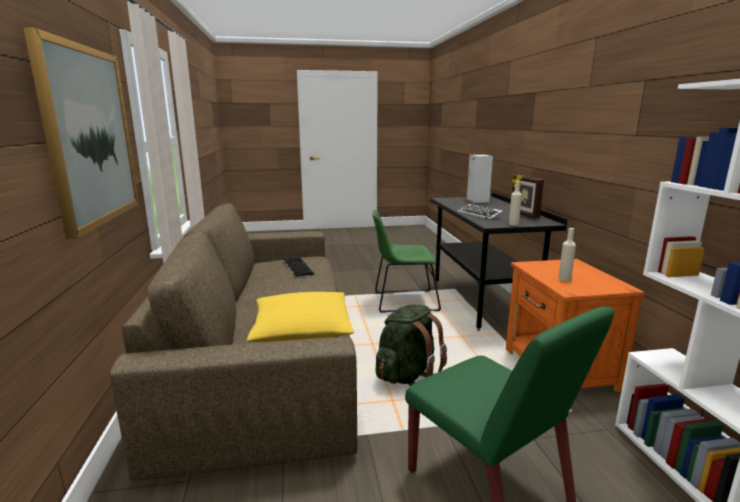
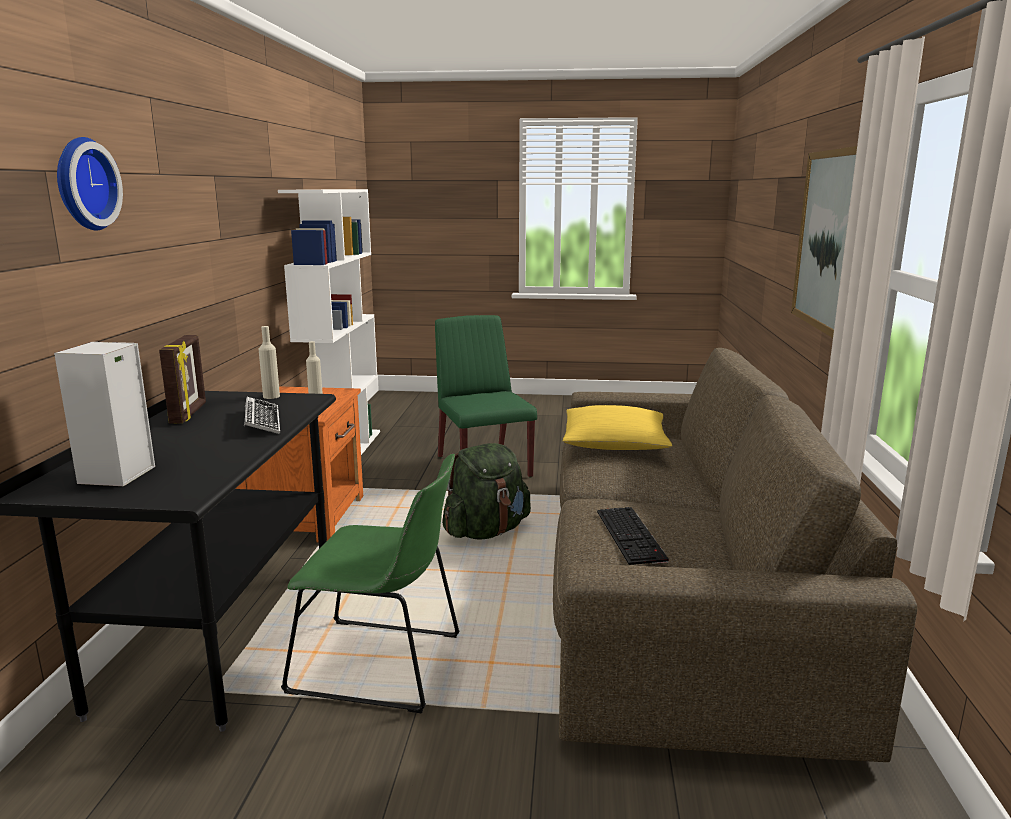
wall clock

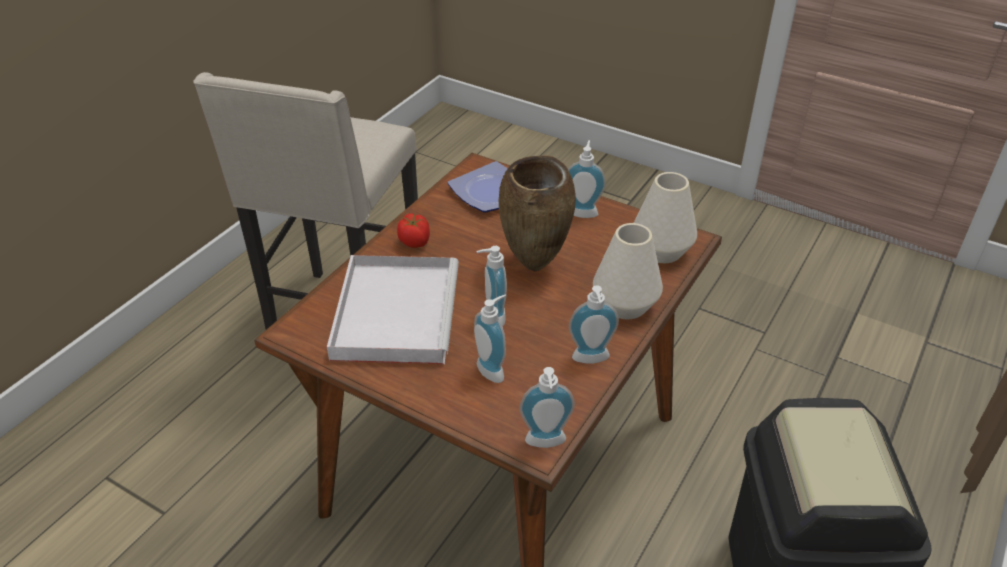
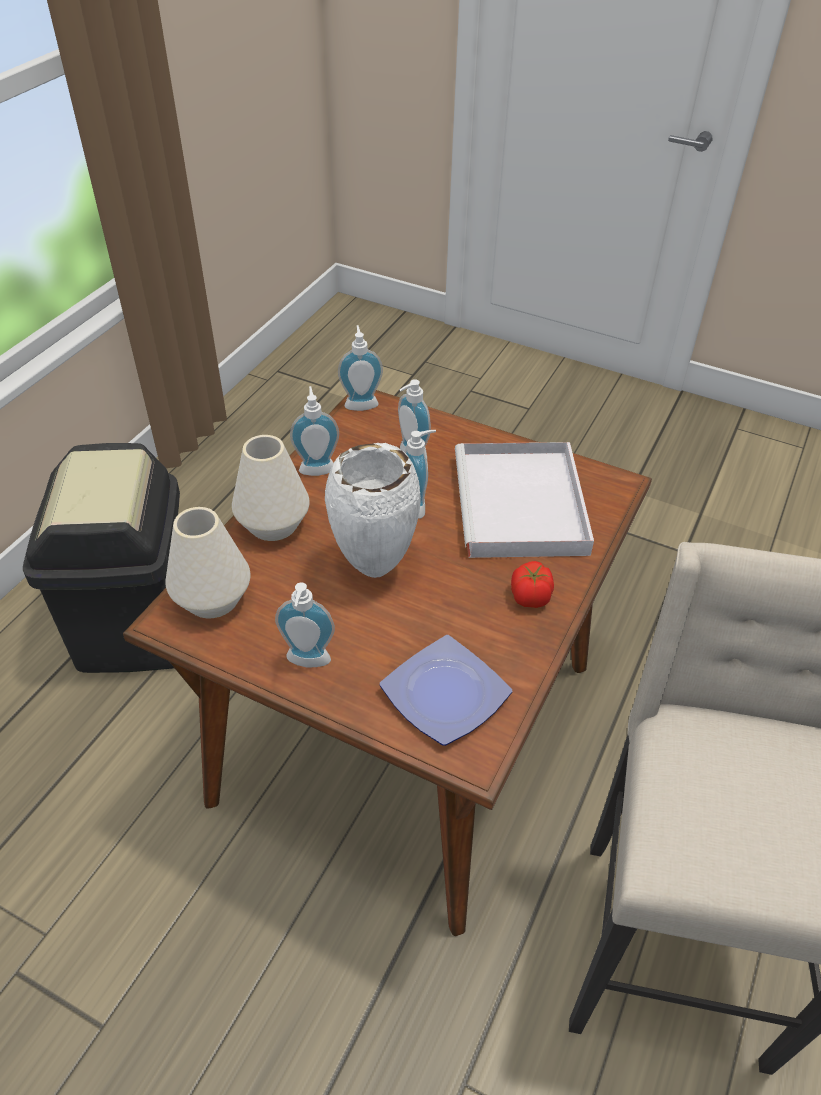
white vase (3rd from left)

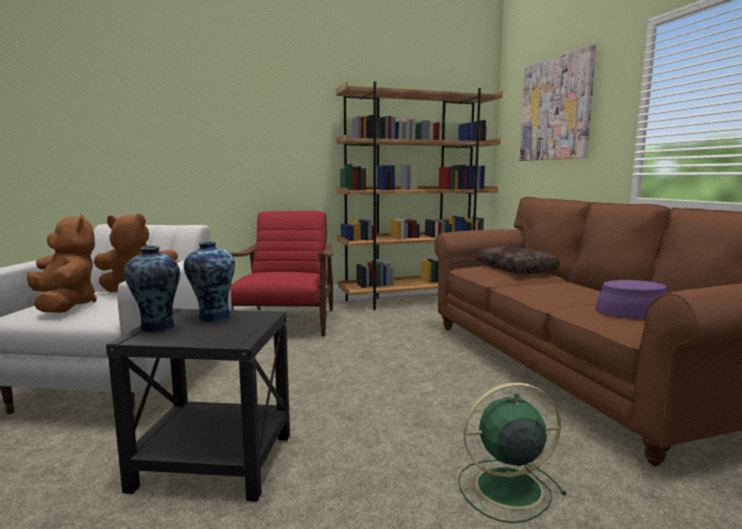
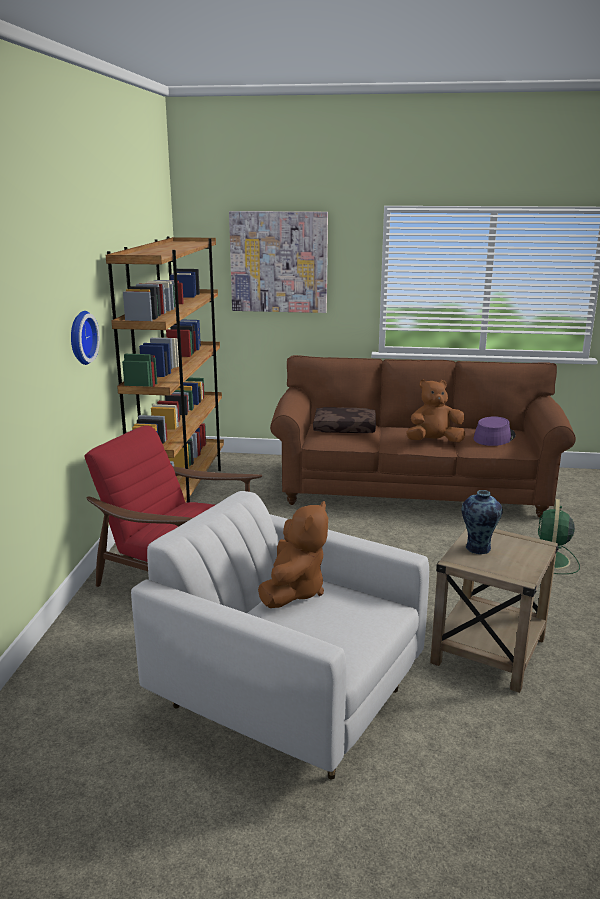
brown plush toy (2nd from left); beige side table; vase (1st from left in the first image); wall clock

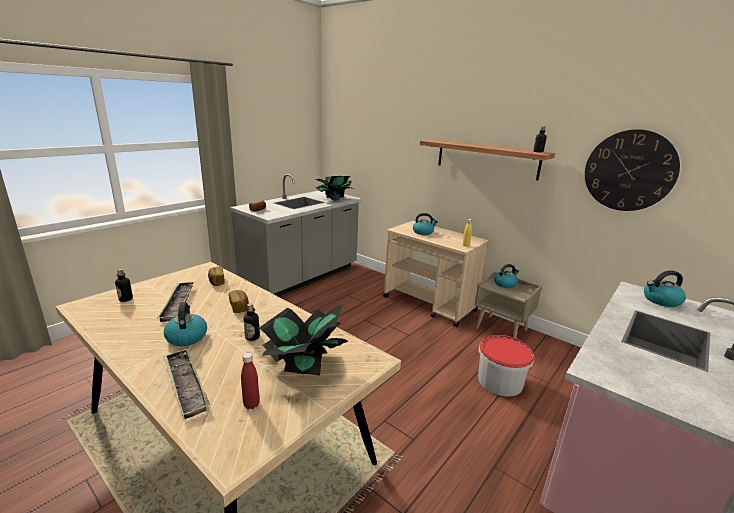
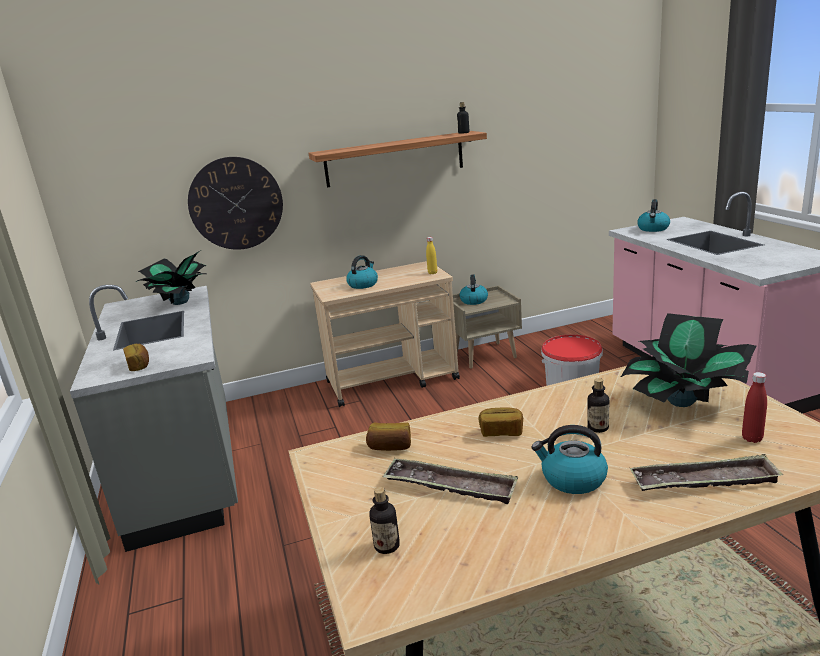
wall clock

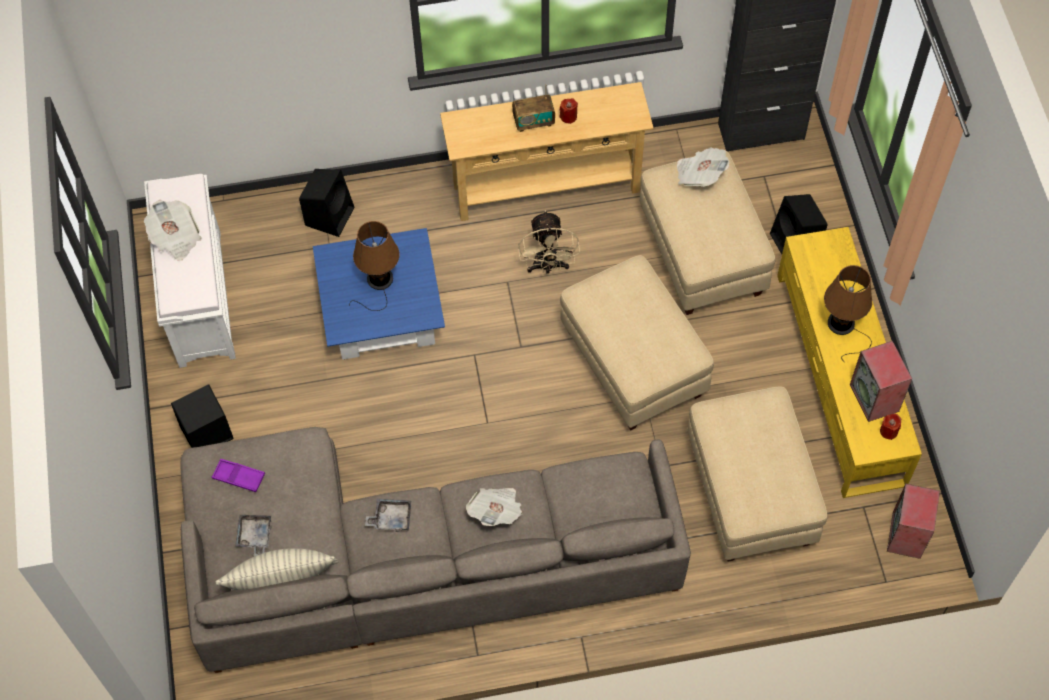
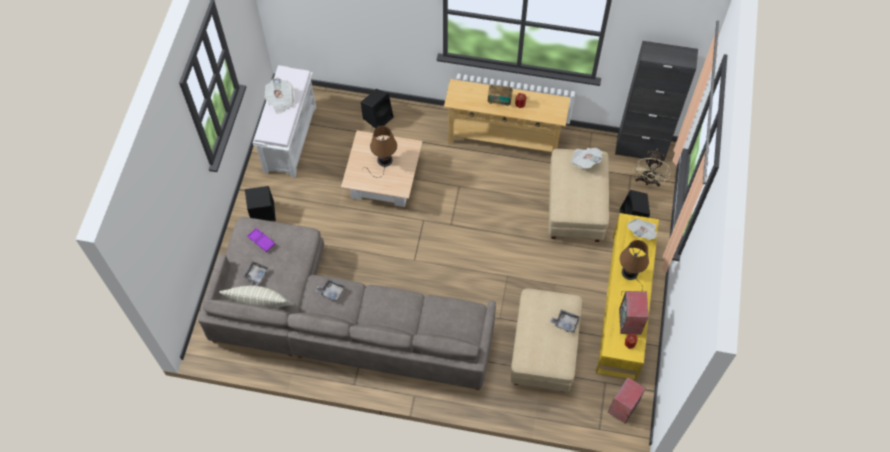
beige coffee table; newspaper (3rd from left); beige fan; beige ottoman (1st from left in the first image); grey tray (3rd from left)

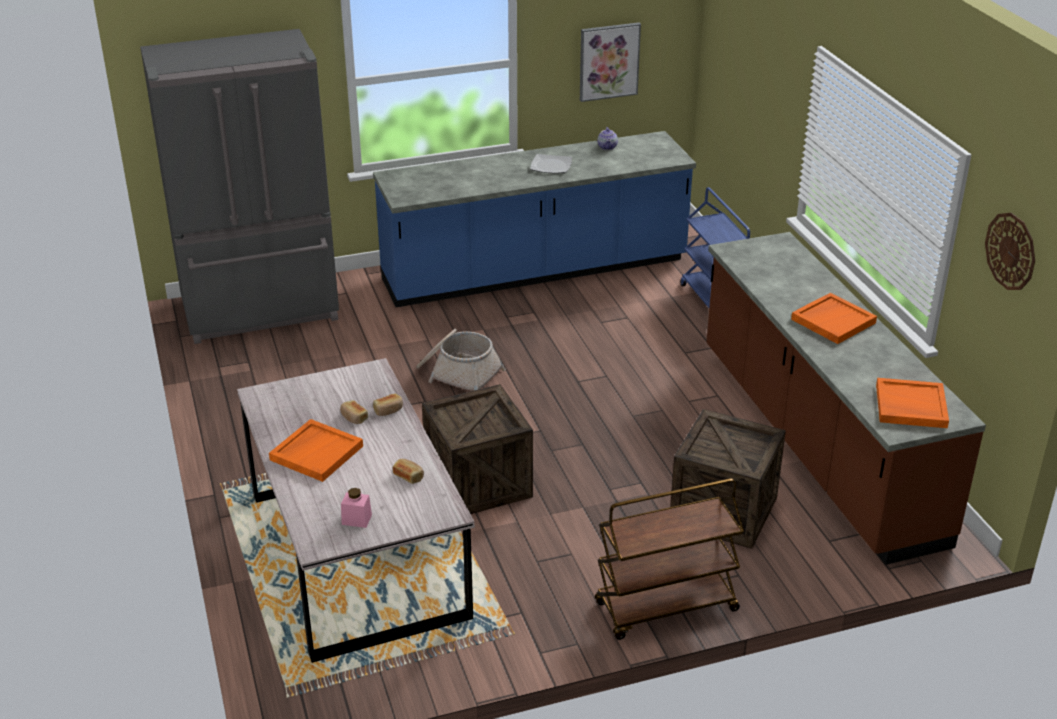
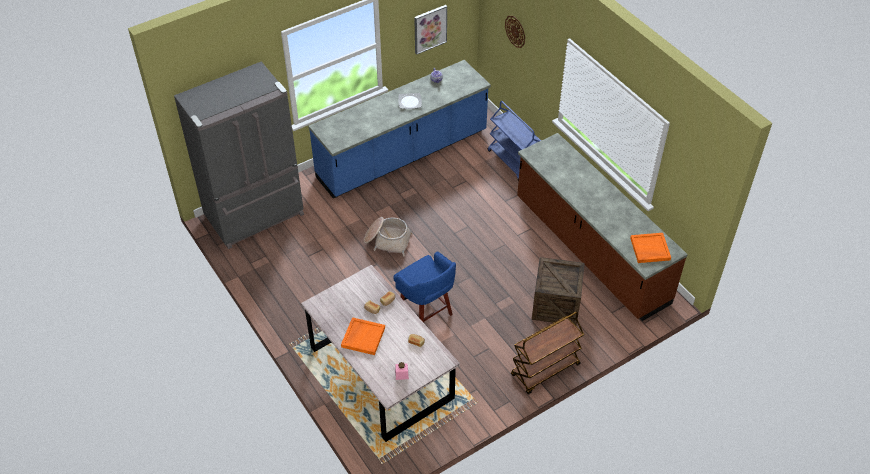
blue stool; orange tray (2nd from left in the first image); wall clock

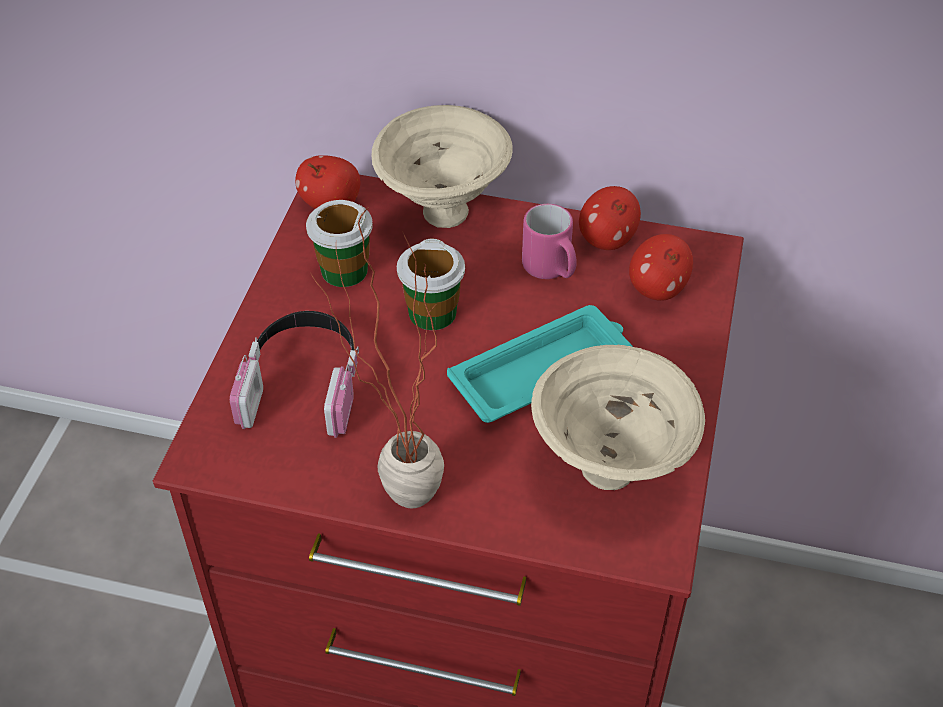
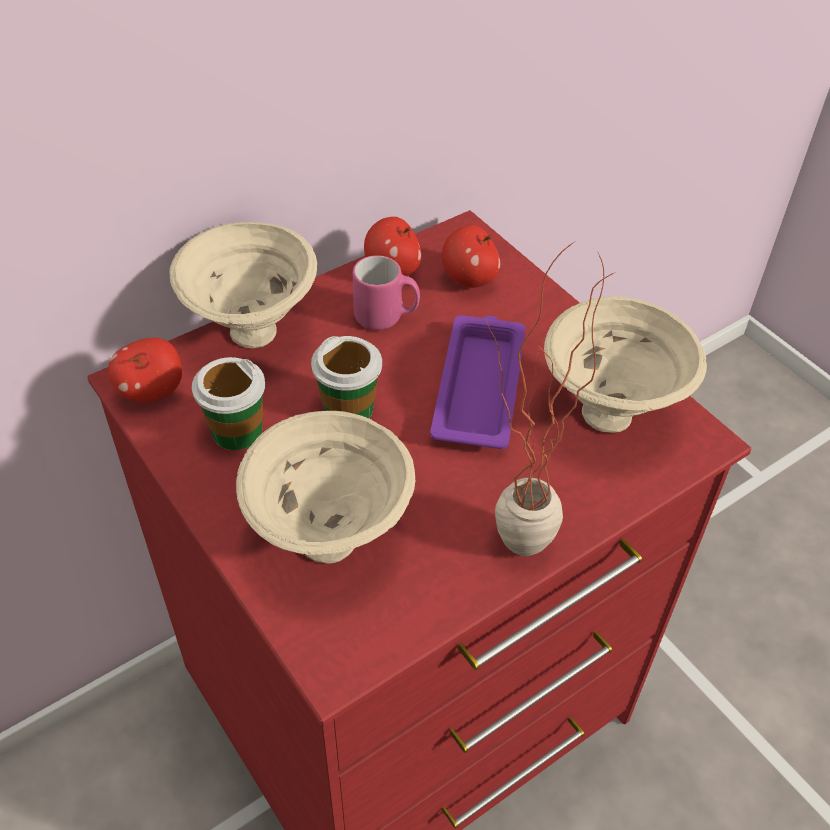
beige bowl (2nd from left); purple tray

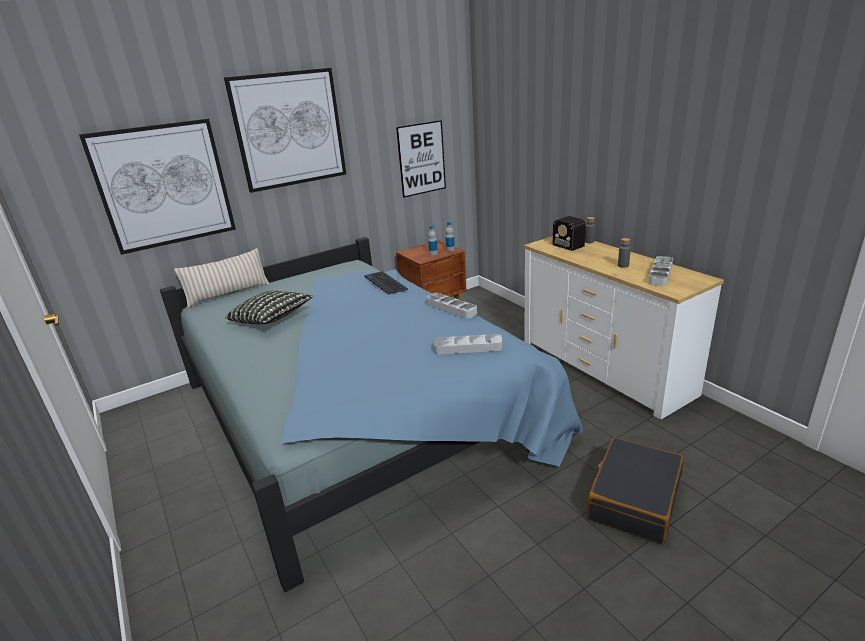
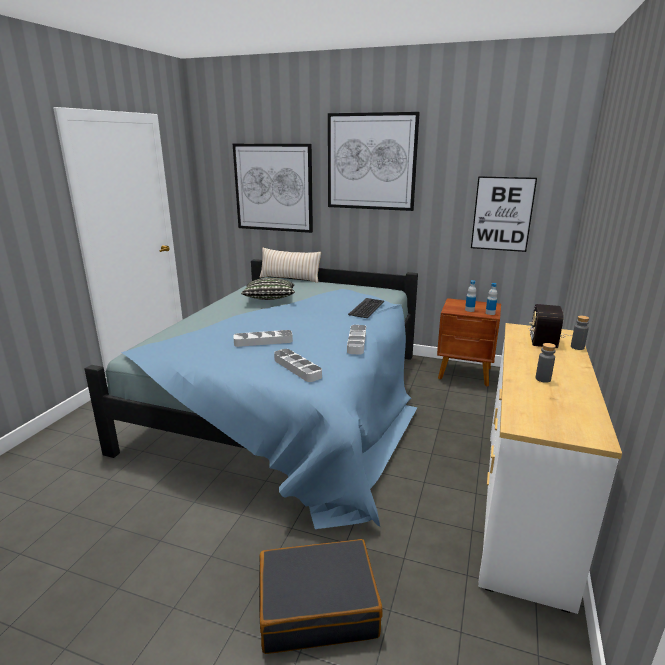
grey tray (1st from left)

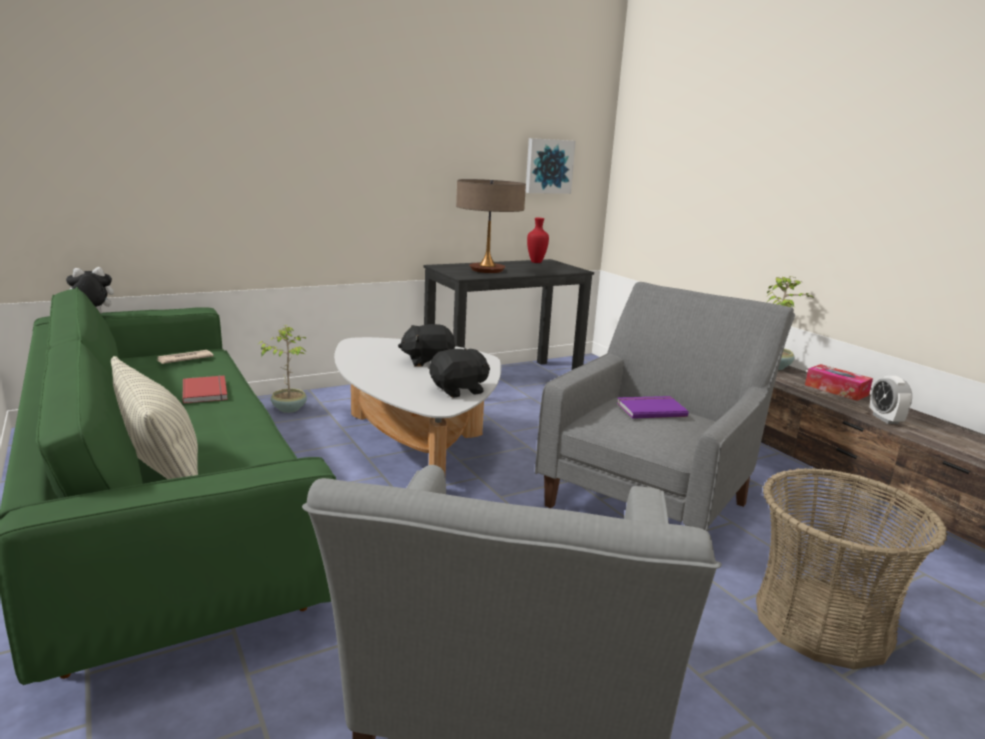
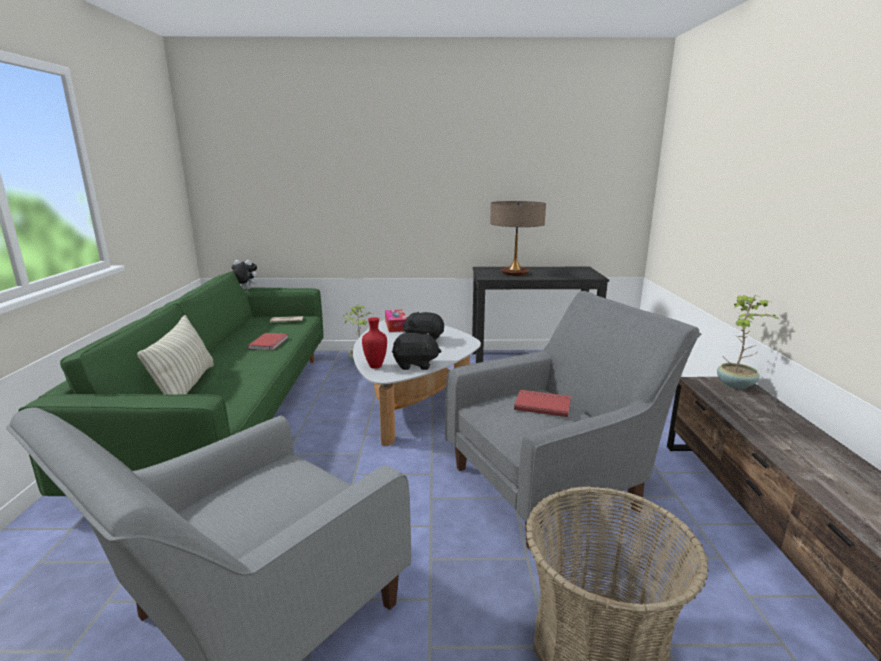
picture; red vase; red book (2nd from left); tissue box; alarm clock

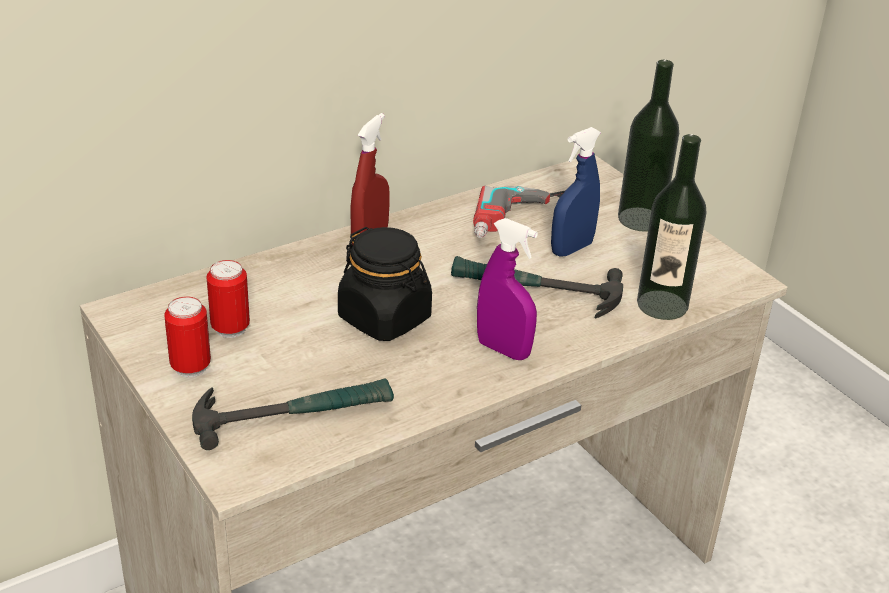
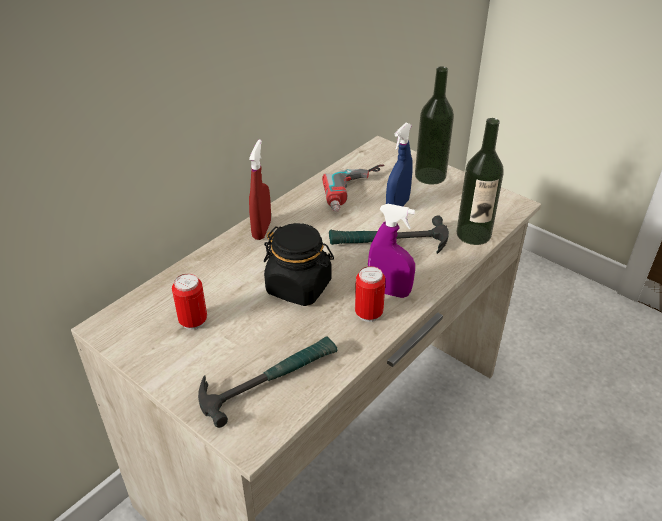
can (2nd from left)

